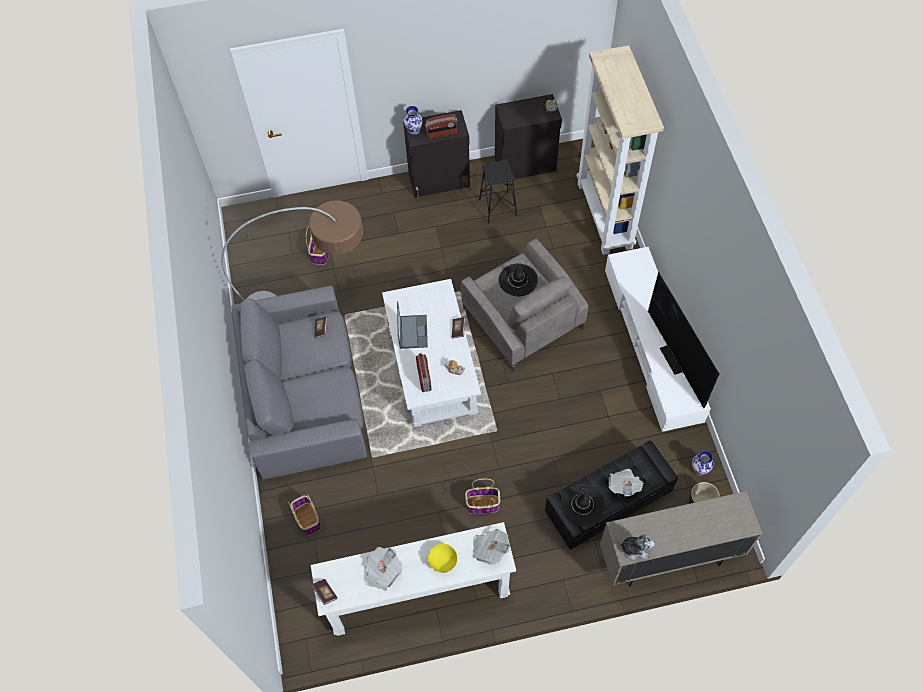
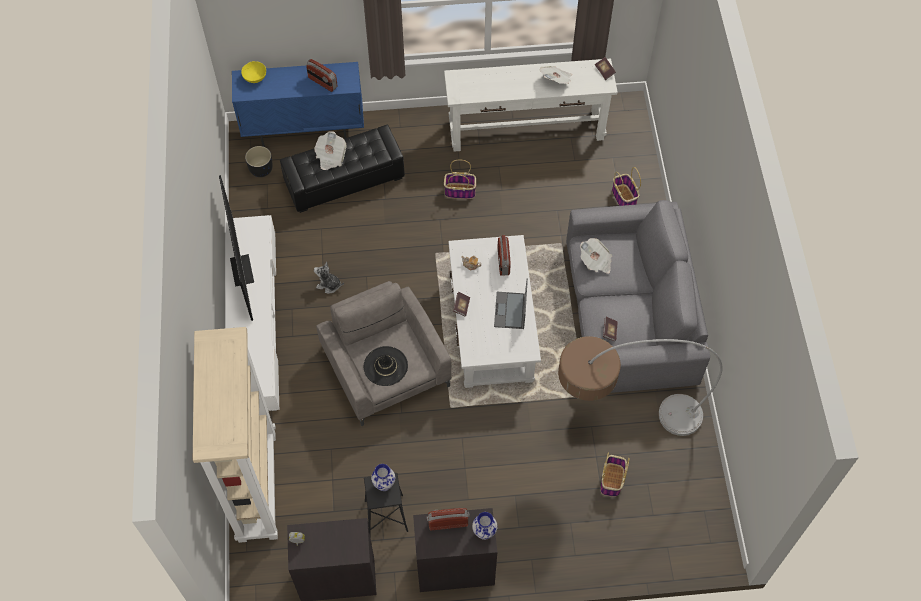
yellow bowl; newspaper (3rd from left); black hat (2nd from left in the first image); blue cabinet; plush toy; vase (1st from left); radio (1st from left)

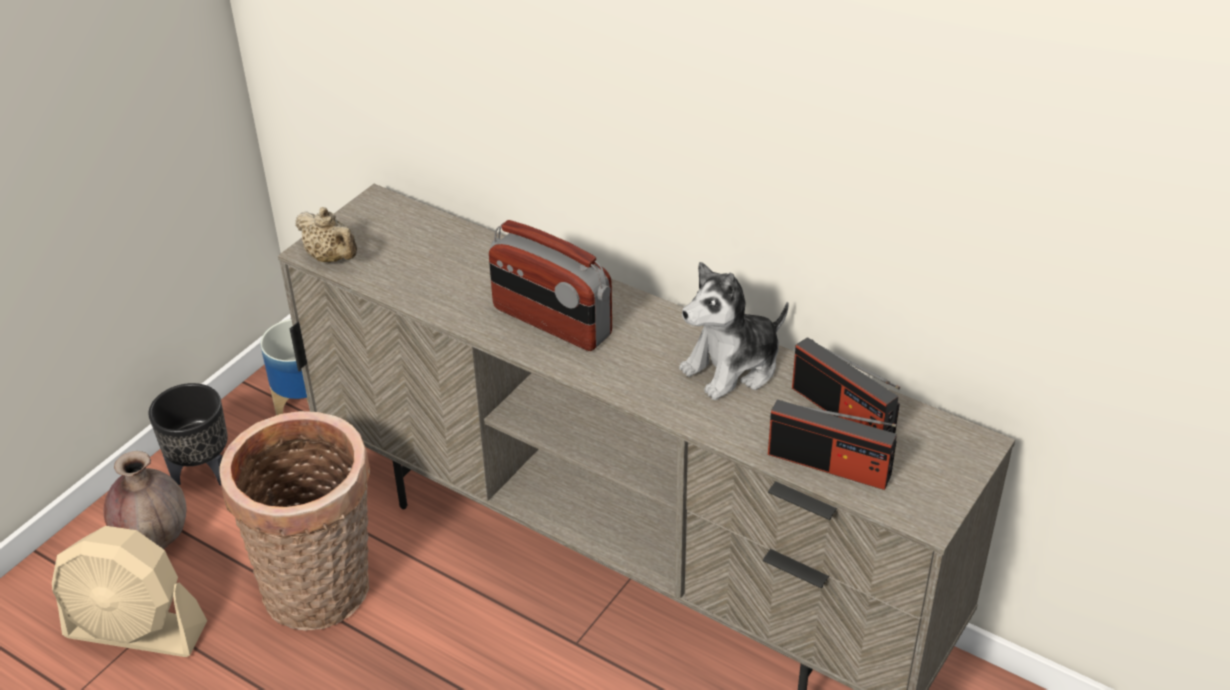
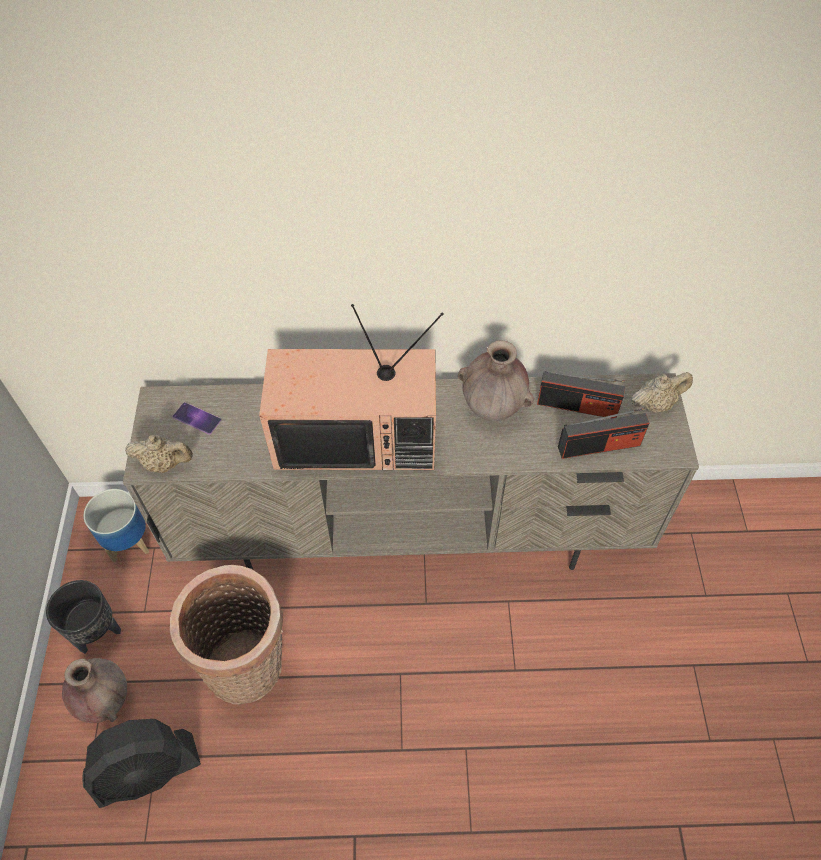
black fan; television; brown vase (2nd from left); phone; beige teapot (2nd from left)

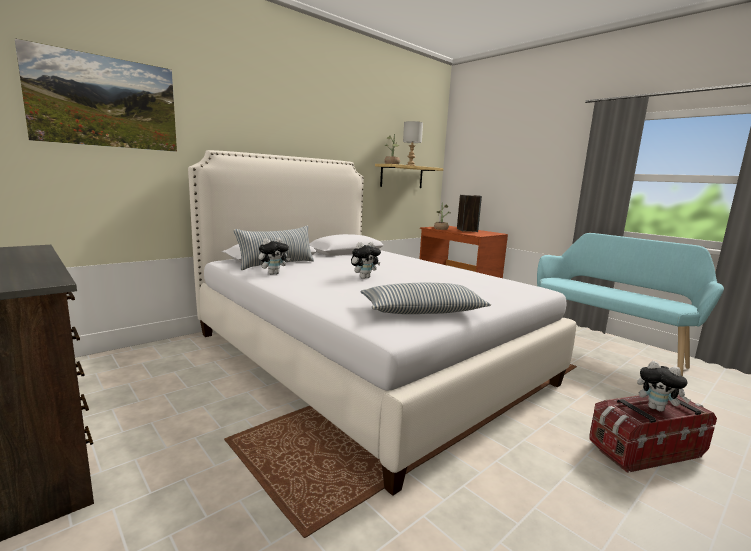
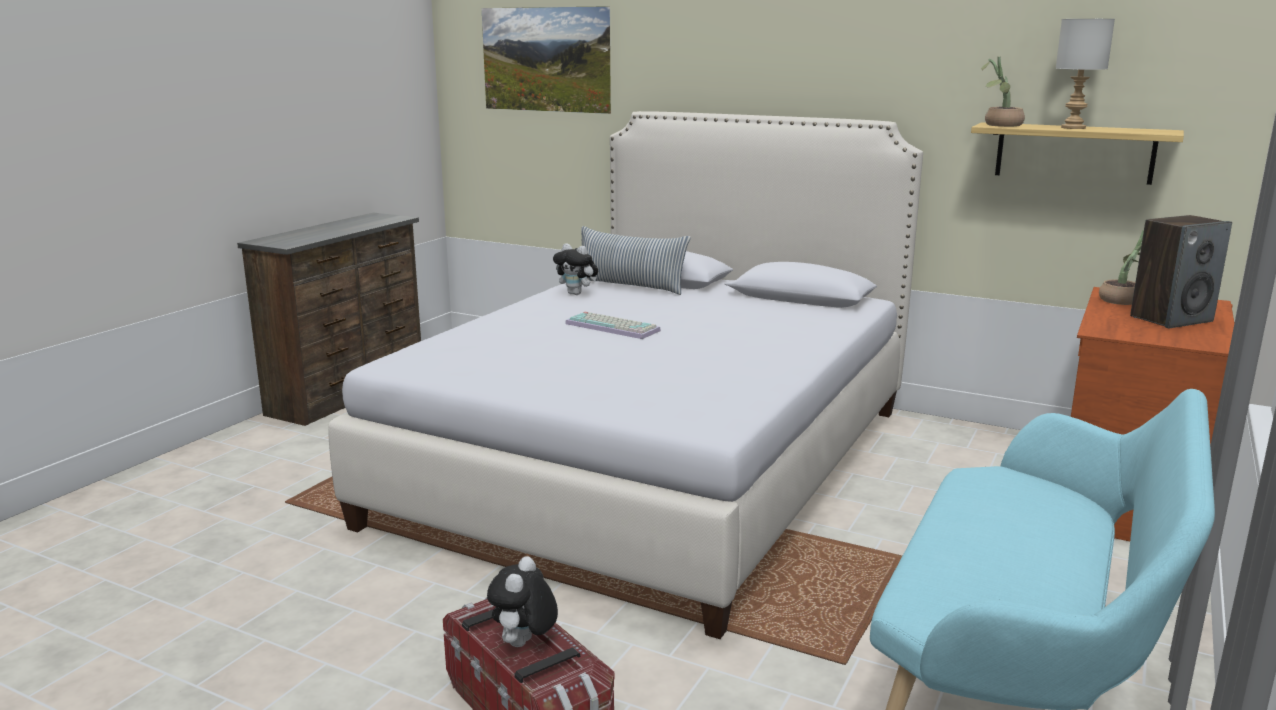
keyboard; pillow (2nd from left in the first image)

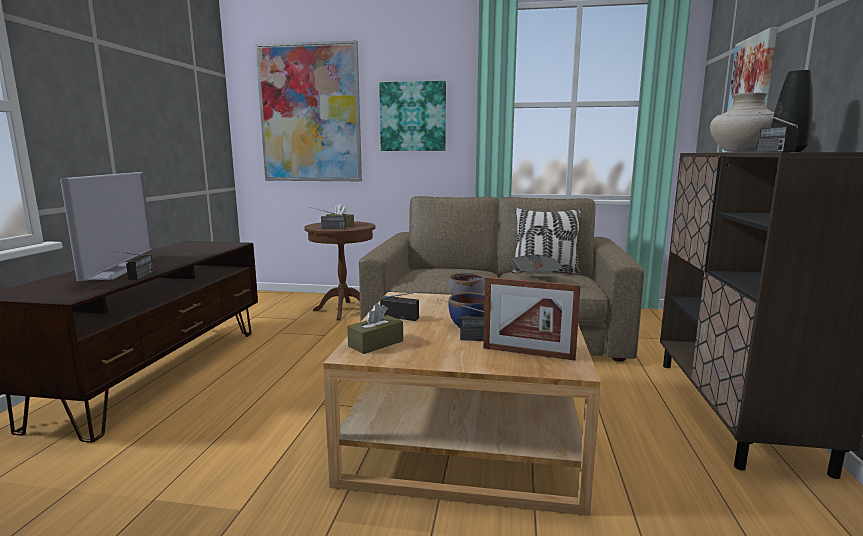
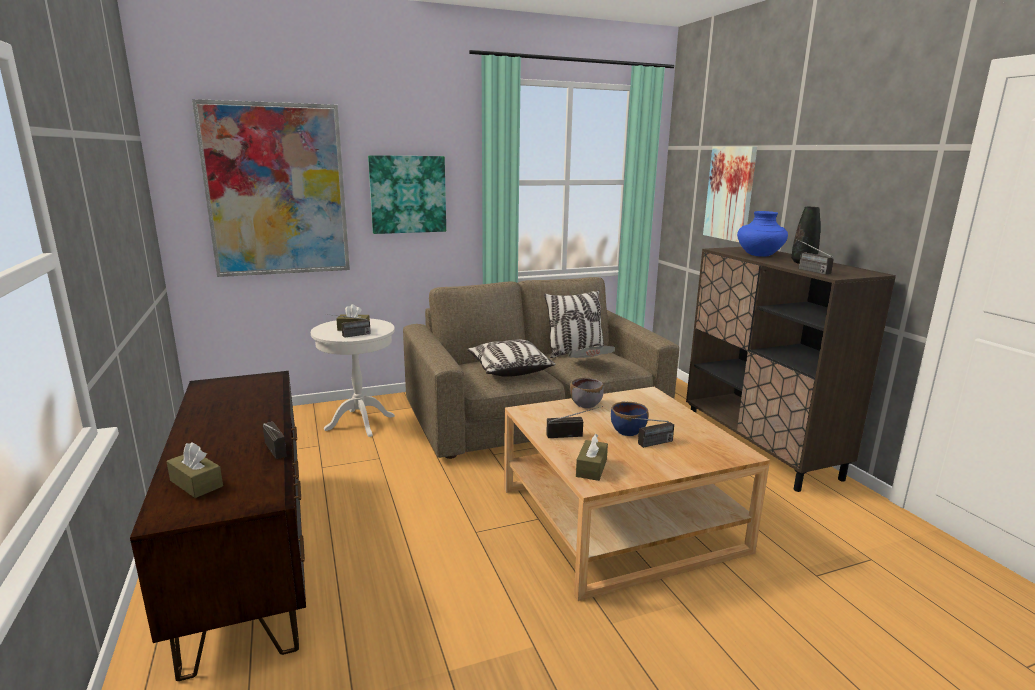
television; white side table; picture frame; blue vase; brown tissue box (1st from left); pillow (1st from left)

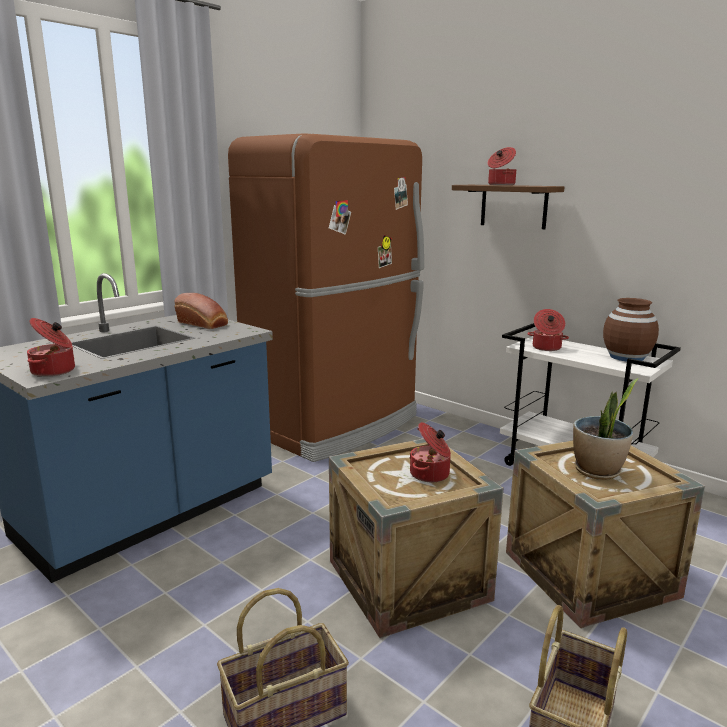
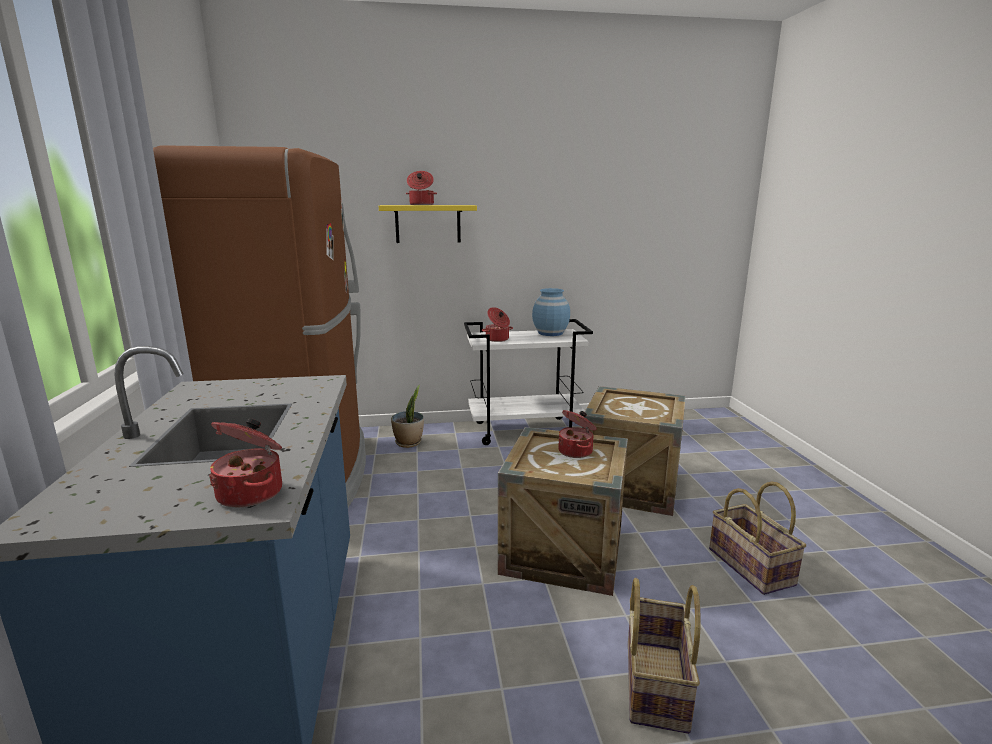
bread; yellow shelf; potted plant; blue vase

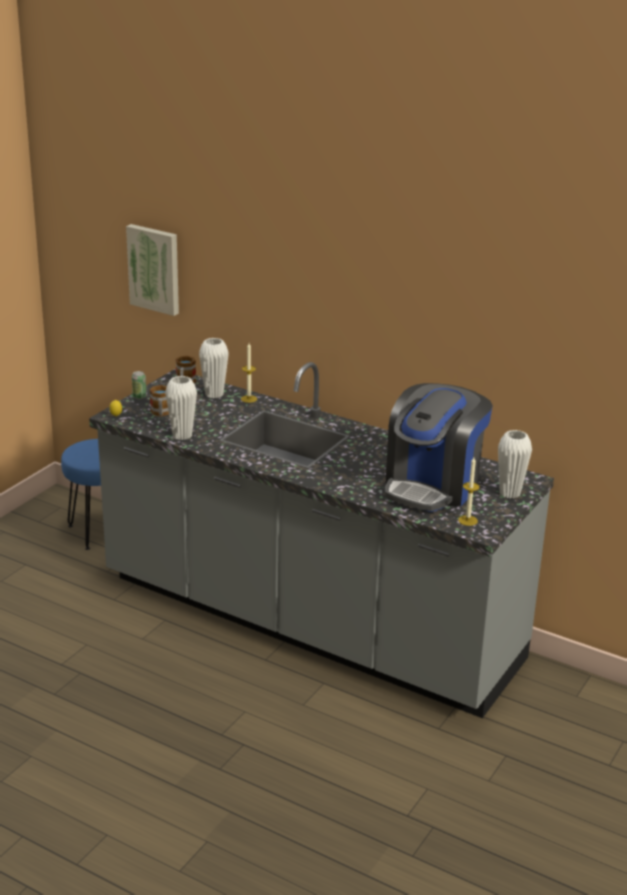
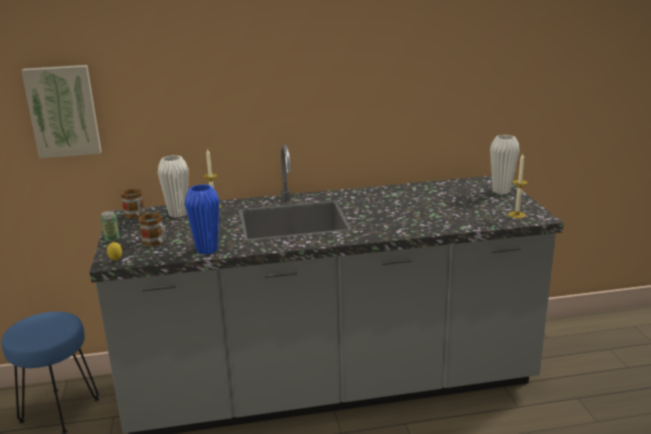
blue vase; coffee machine

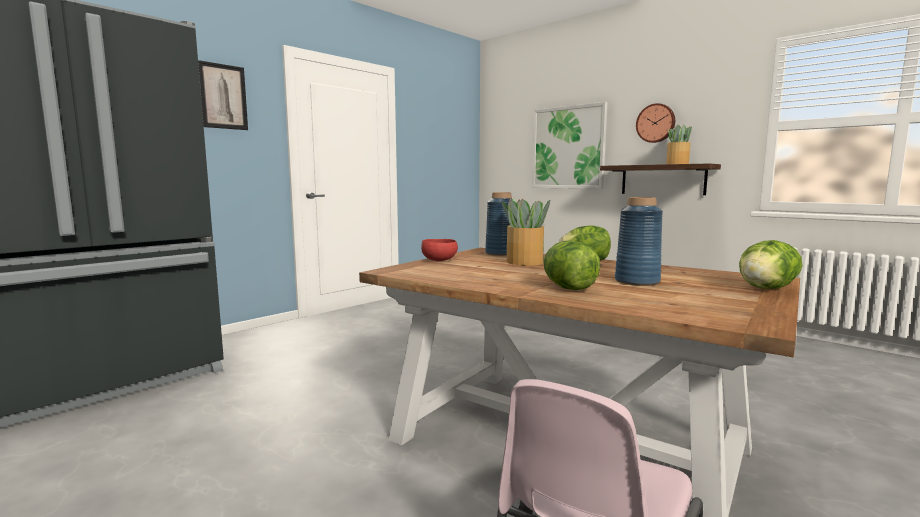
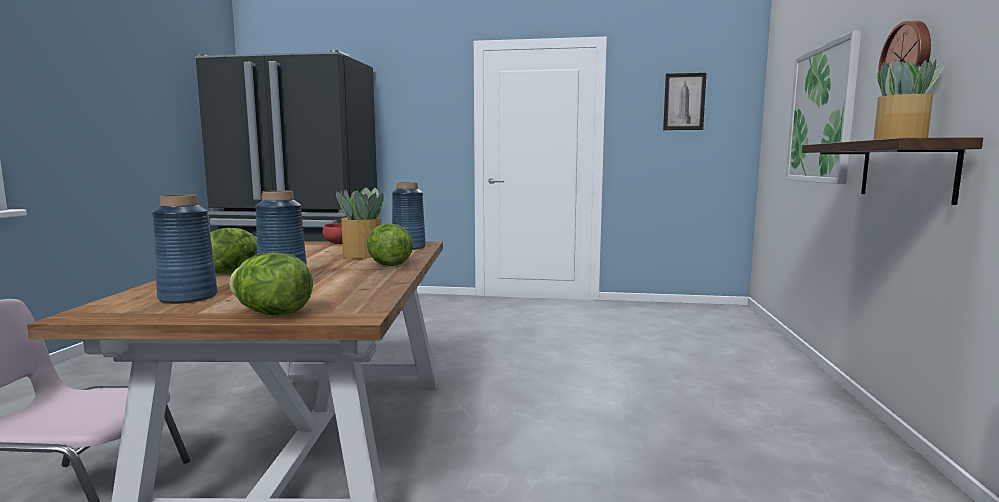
picture (1st from left); blue vase (1st from left)

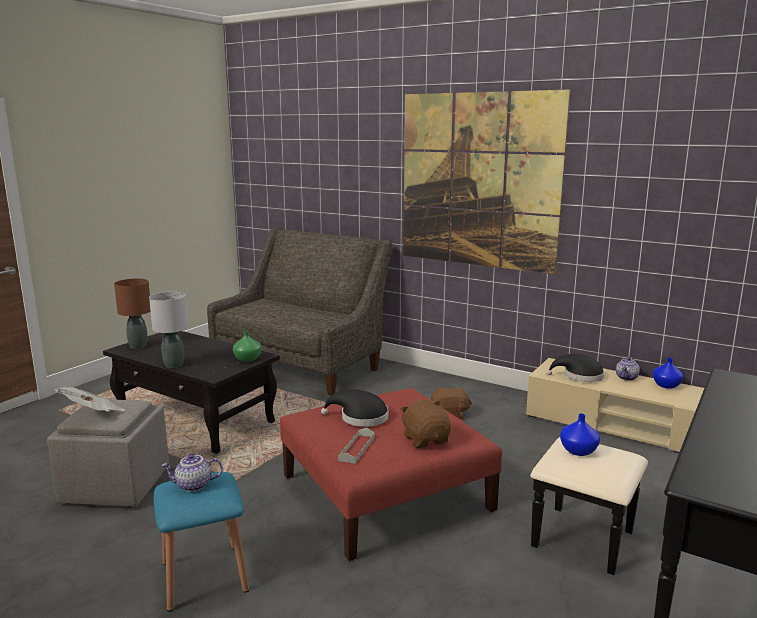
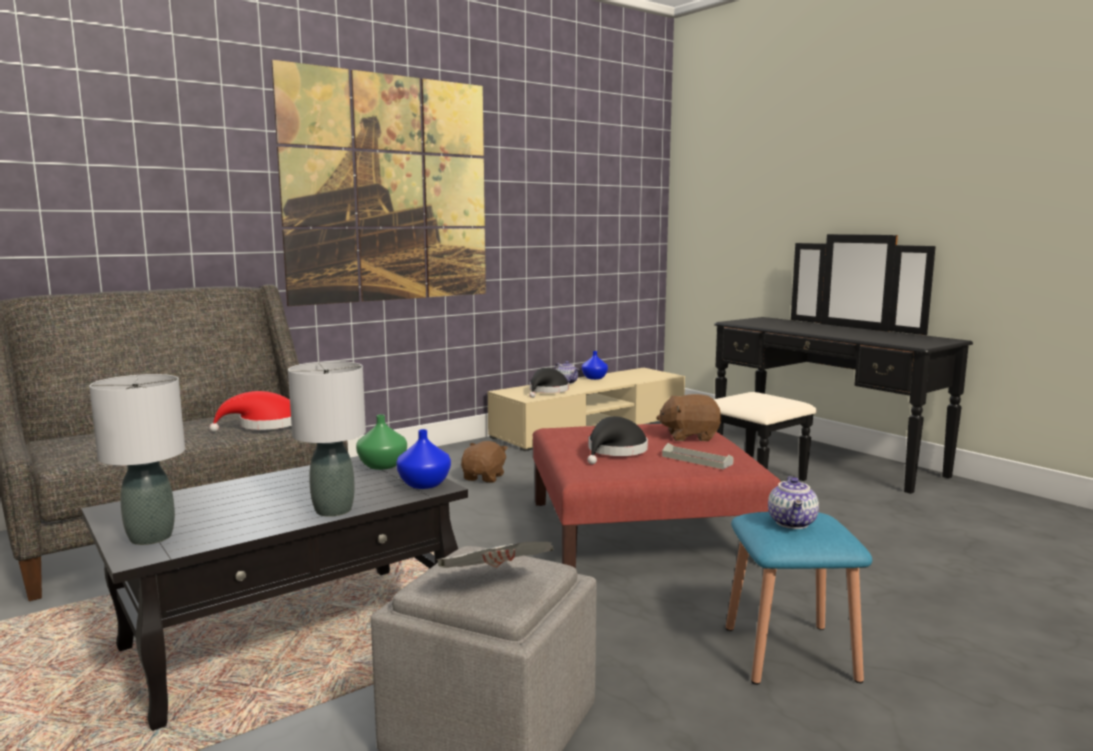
grey table lamp (1st from left); blue vase (1st from left); red hat

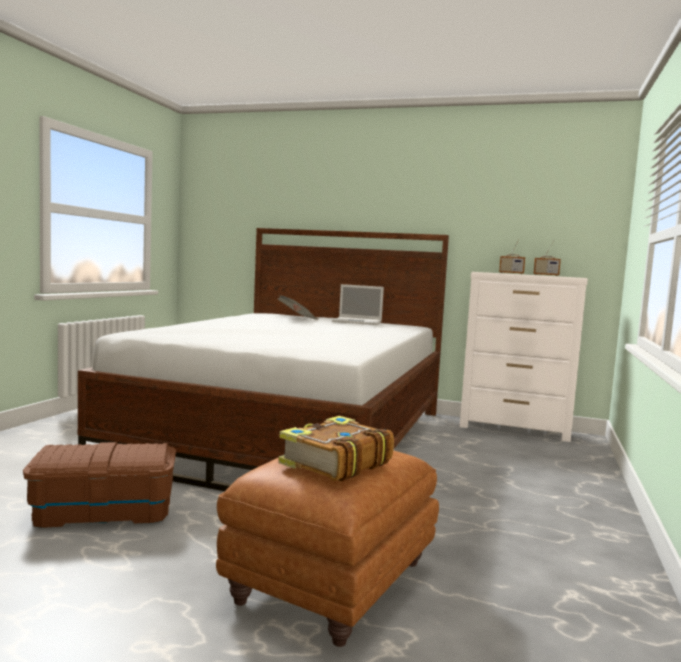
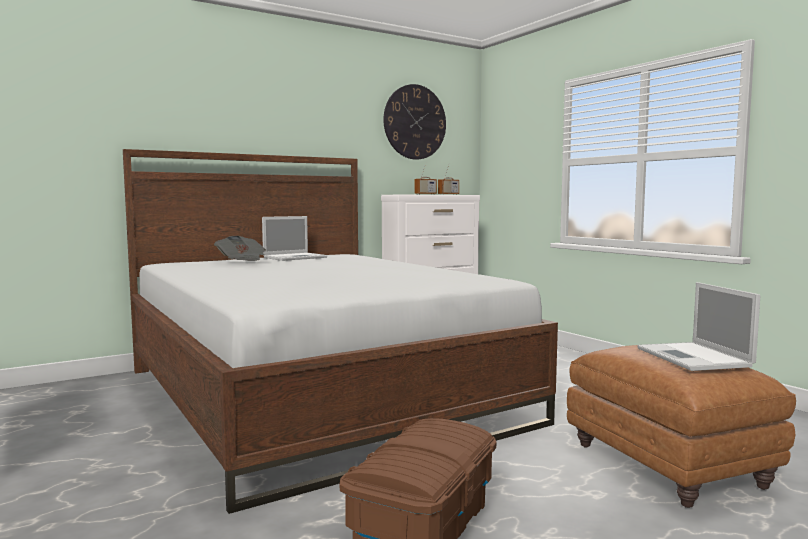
laptop (2nd from left); wall clock

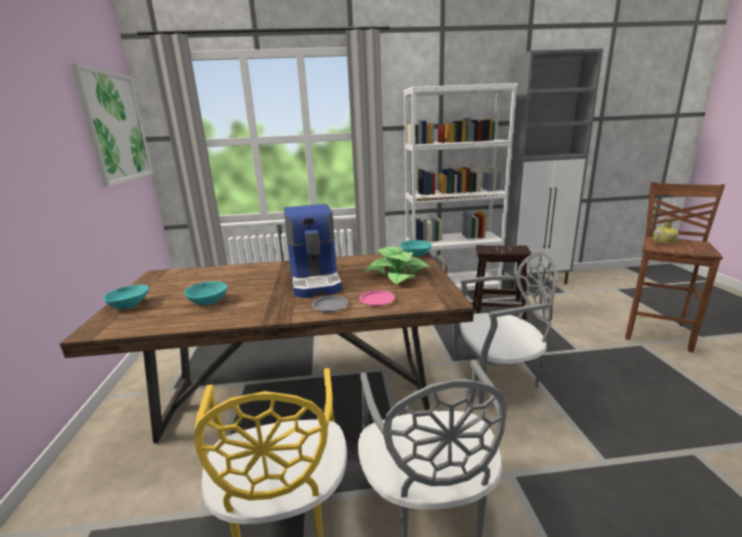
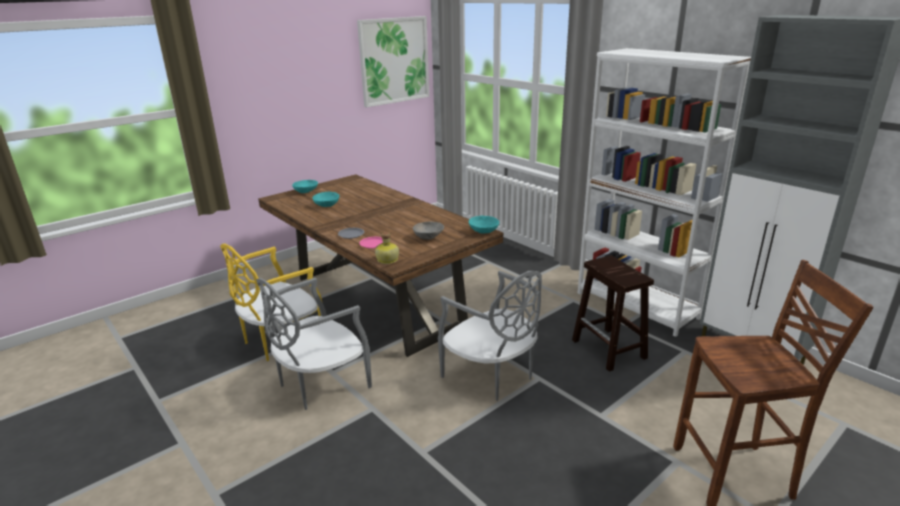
coffee machine; grey bowl; bottle

